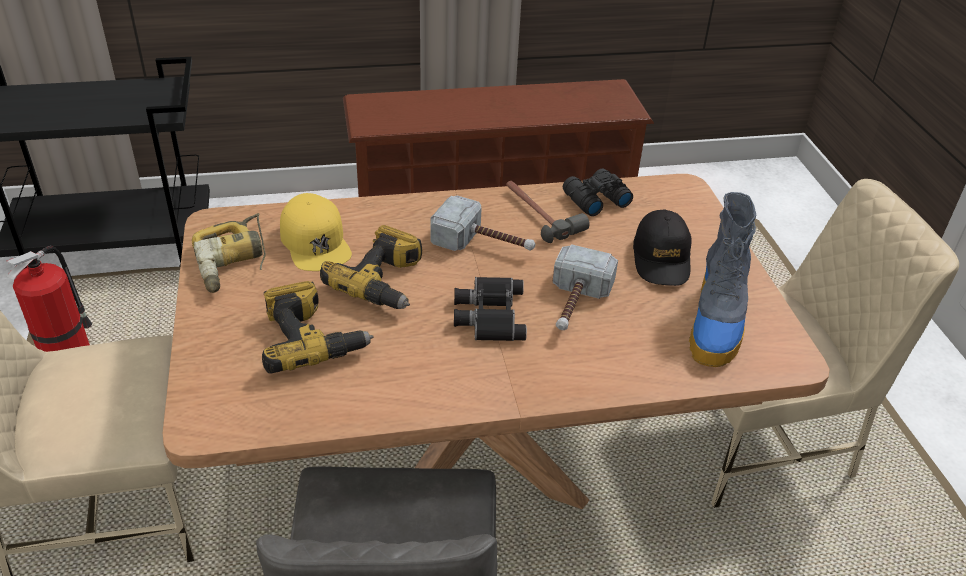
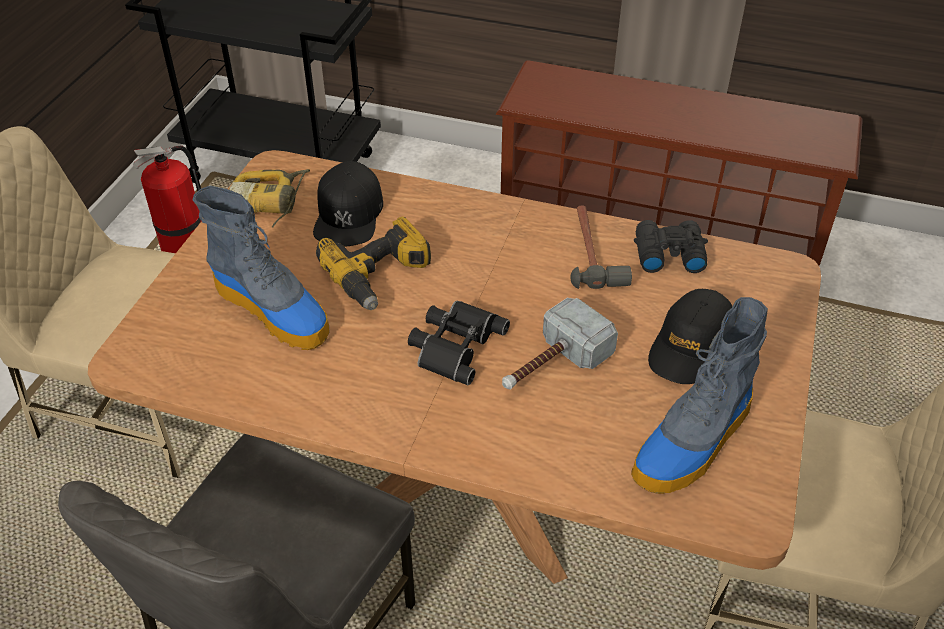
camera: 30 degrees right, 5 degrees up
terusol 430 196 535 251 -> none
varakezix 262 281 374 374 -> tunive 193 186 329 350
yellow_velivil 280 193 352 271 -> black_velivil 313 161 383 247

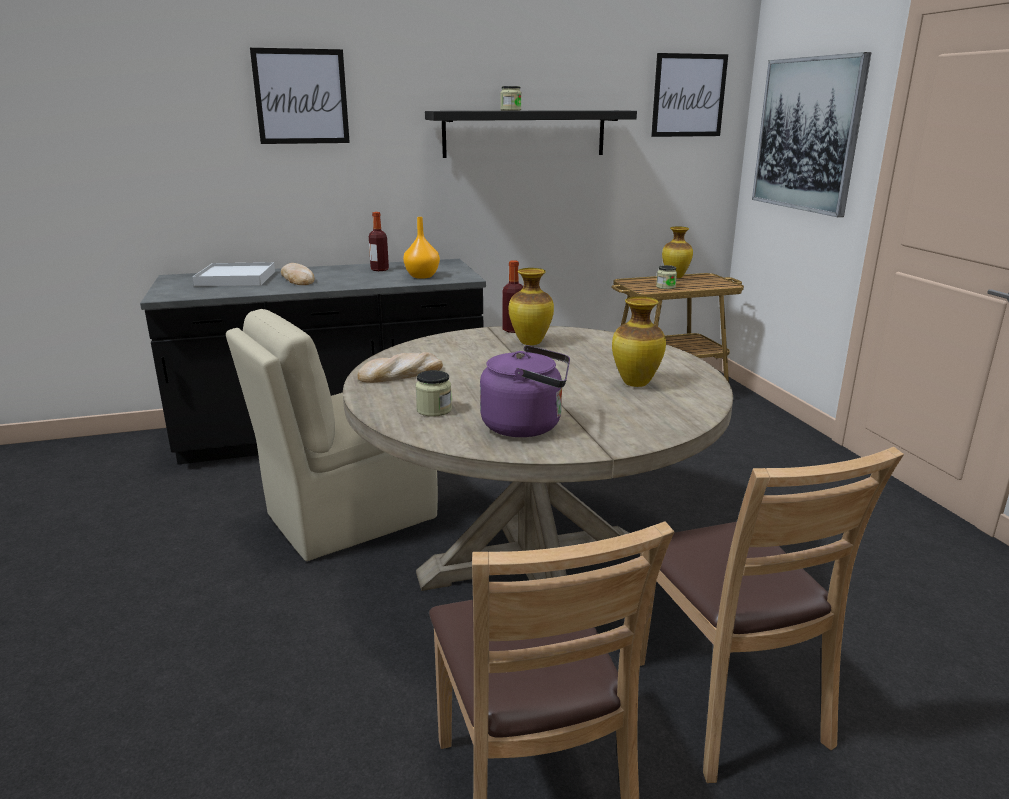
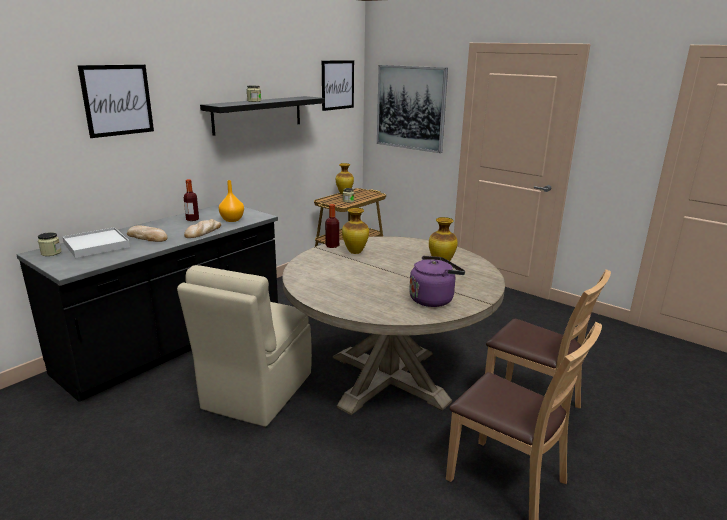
camera: 35 degrees left, 0 degrees up
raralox 358 352 443 383 -> raralox 184 219 221 238, shifted
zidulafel 415 370 452 417 -> zidulafel 38 232 61 256, shifted

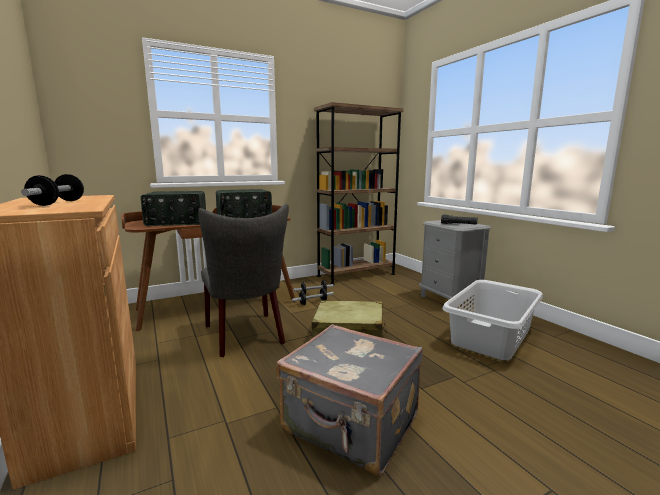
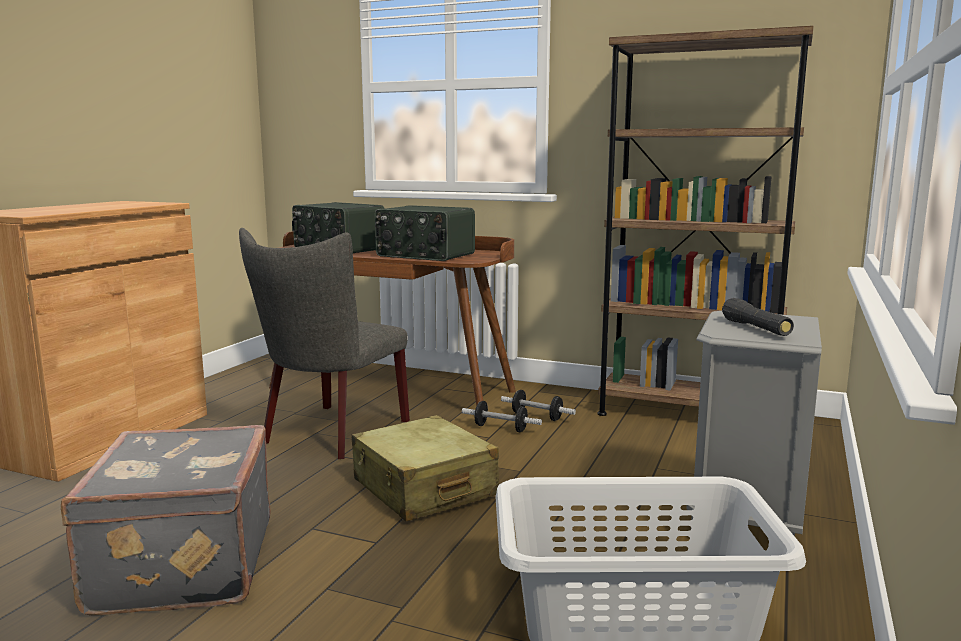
camera: 50 degrees right, 0 degrees up
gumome 21 174 84 206 -> none

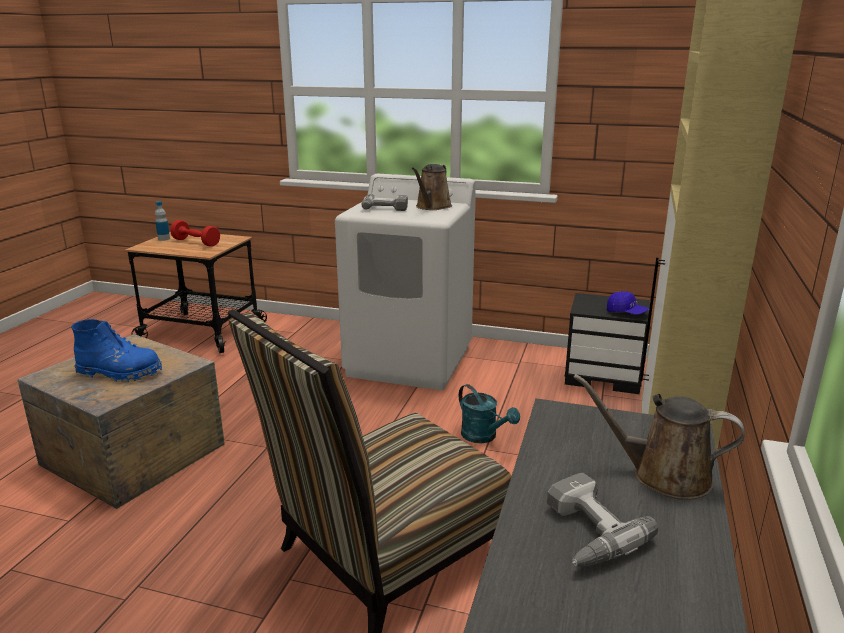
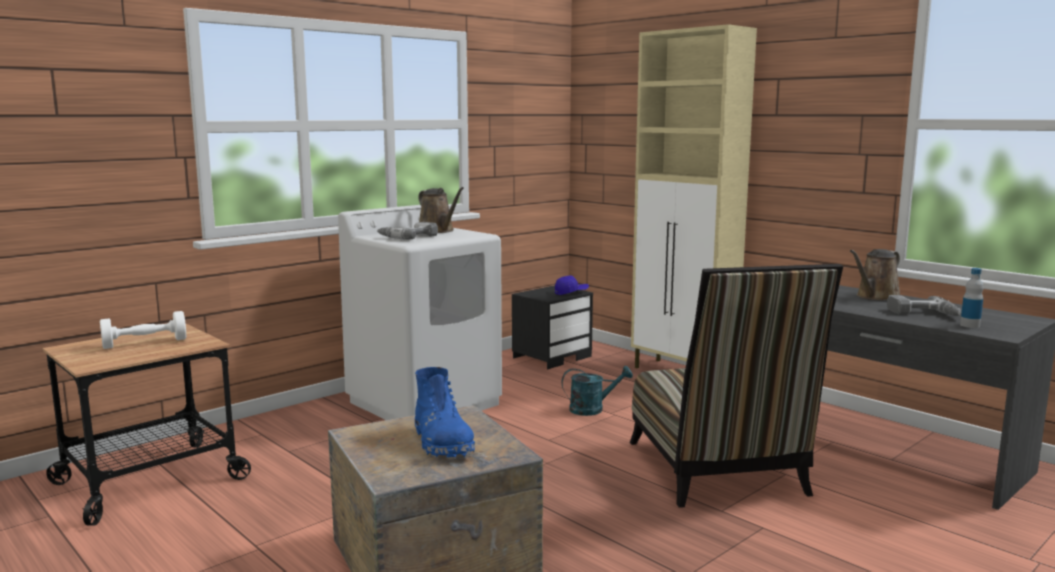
camera: 60 degrees left, 10 degrees down
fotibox 155 201 170 241 -> fotibox 960 268 984 328, shifted
red_gumome 170 220 220 247 -> white_gumome 100 311 186 349
blue_tunive 71 319 162 383 -> blue_tunive 415 367 475 459, 120 degrees clockwise

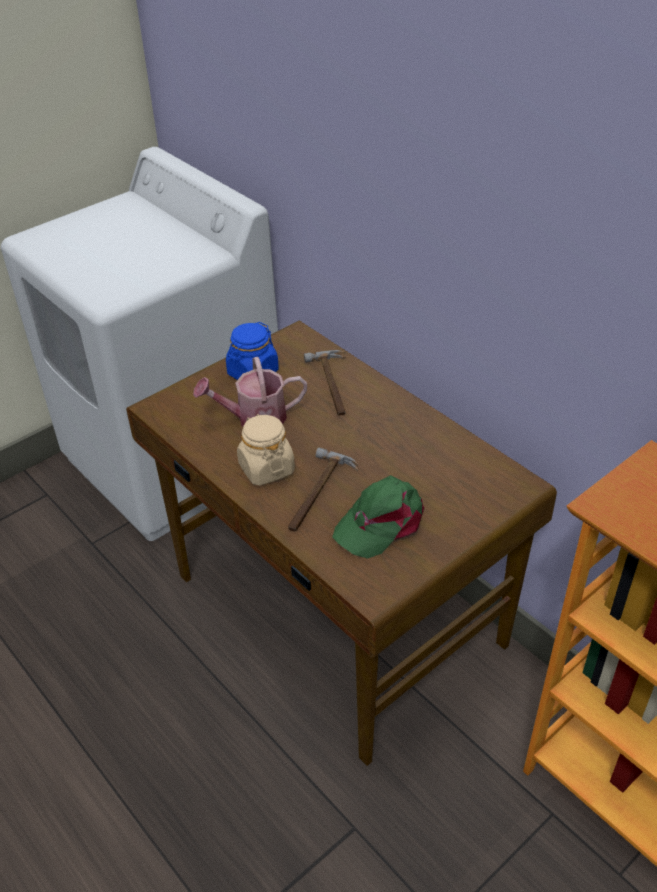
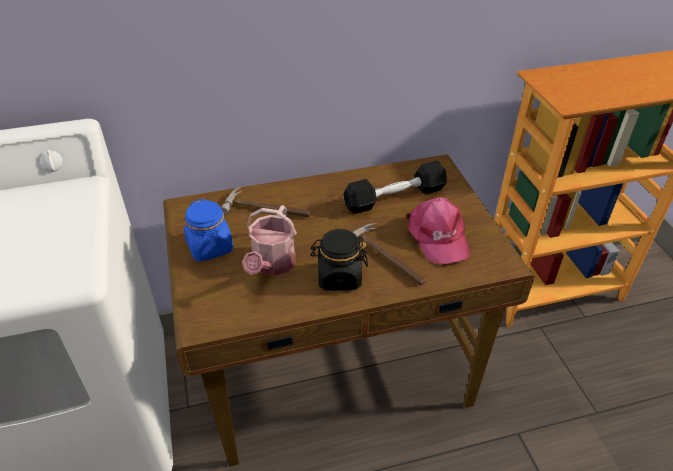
camera: 65 degrees left, 0 degrees up
none -> black_gumome 343 160 447 214
beige_zidulafel 237 414 295 486 -> black_zidulafel 311 229 368 291
green_velivil 332 475 424 559 -> pink_velivil 406 197 470 265

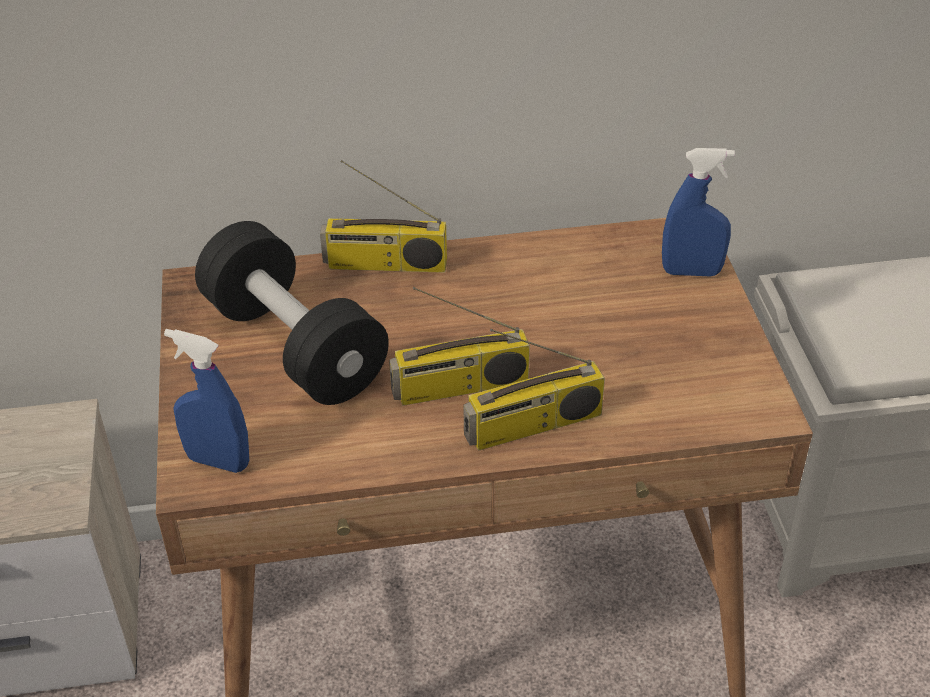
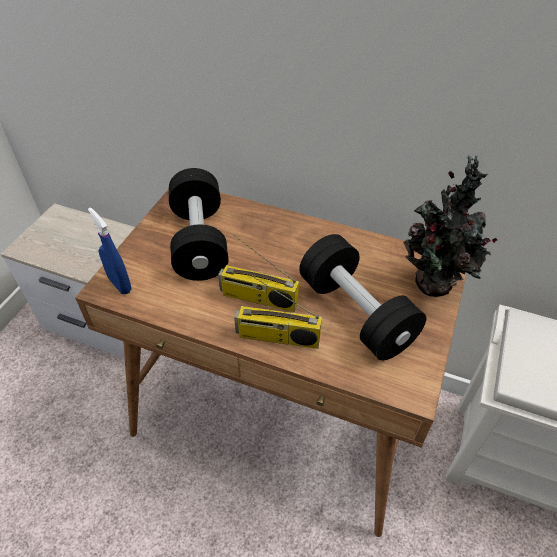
camera: 30 degrees right, 5 degrees up
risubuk 320 160 447 273 -> none
none -> black_gumome 299 234 426 360
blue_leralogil 662 148 735 276 -> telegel 403 155 497 297

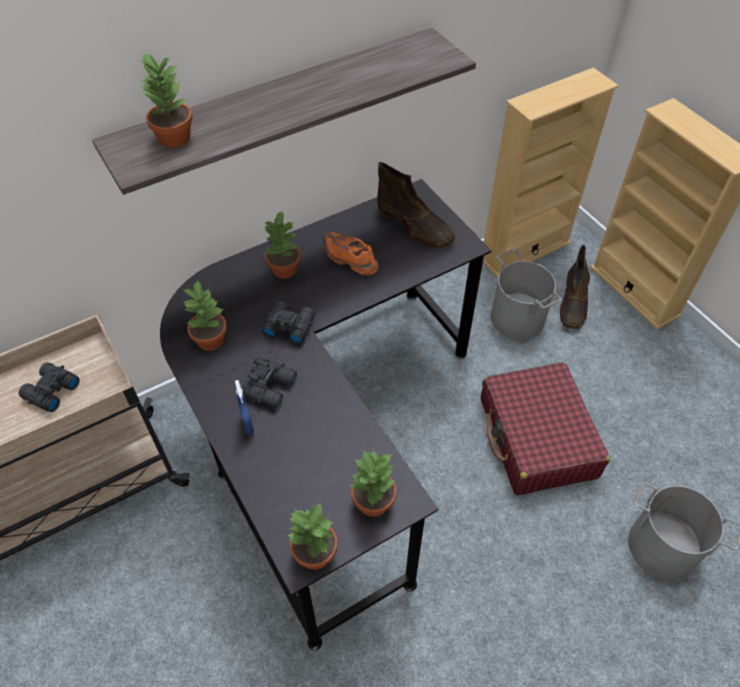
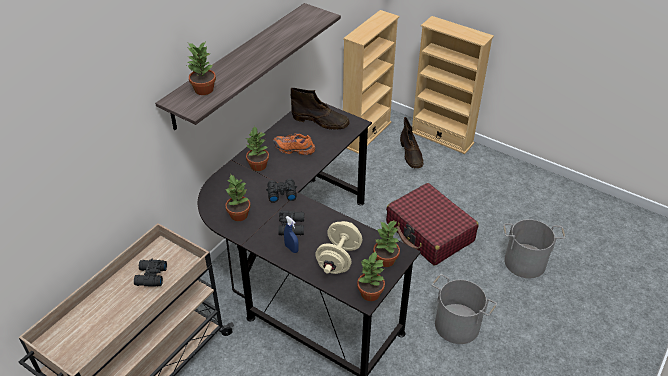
camera: 25 degrees left, 10 degrees down
none -> beige_gumome 315 221 362 274
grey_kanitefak 491 249 562 340 -> grey_kanitefak 432 274 497 344, shifted

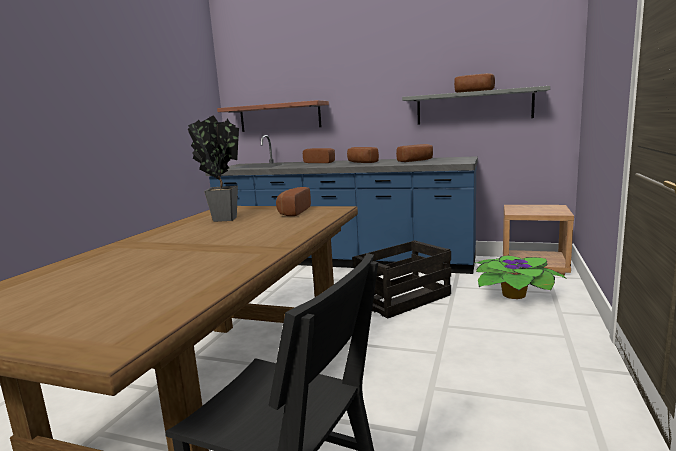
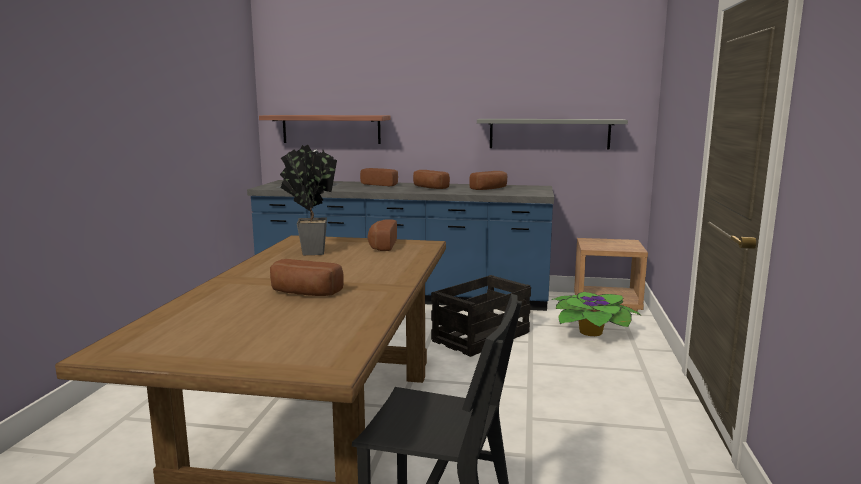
camera: 10 degrees left, 0 degrees up
raralox 454 73 495 93 -> raralox 270 259 344 296, shifted

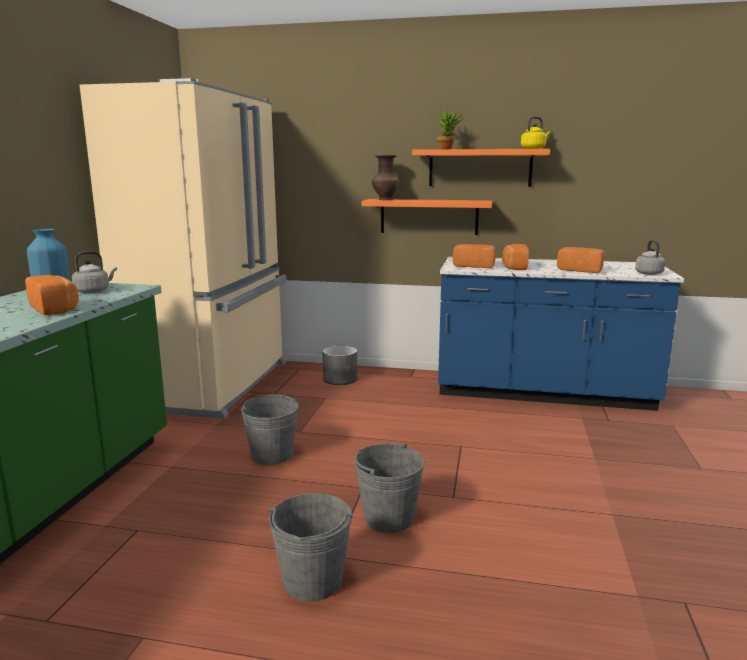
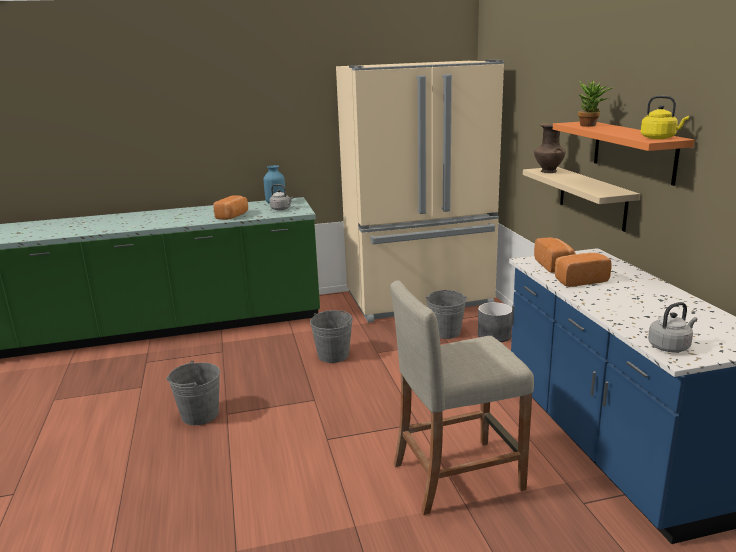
camera: 65 degrees right, 5 degrees up
raralox 557 247 605 273 -> none
none -> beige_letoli 390 281 534 515
grey_kanitefak 355 443 425 532 -> grey_kanitefak 426 290 467 339, shifted
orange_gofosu 362 199 492 235 -> beige_gofosu 523 167 640 232

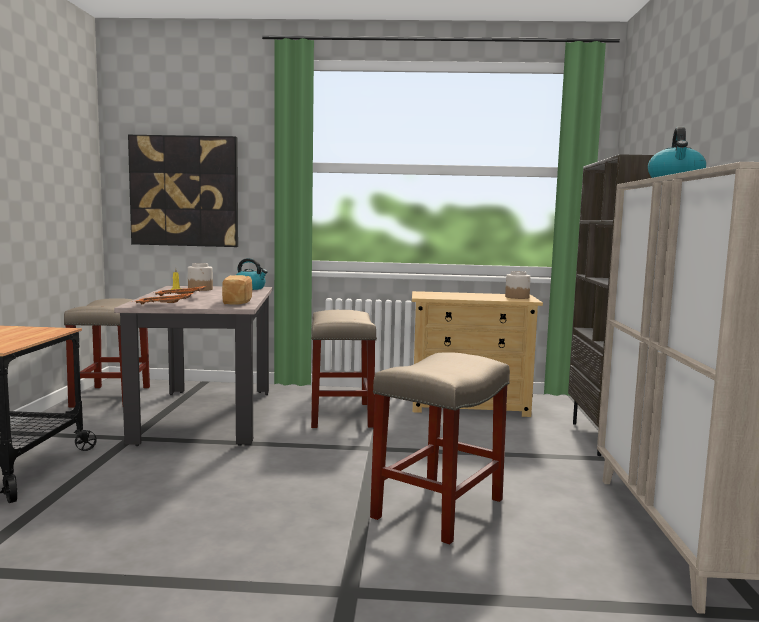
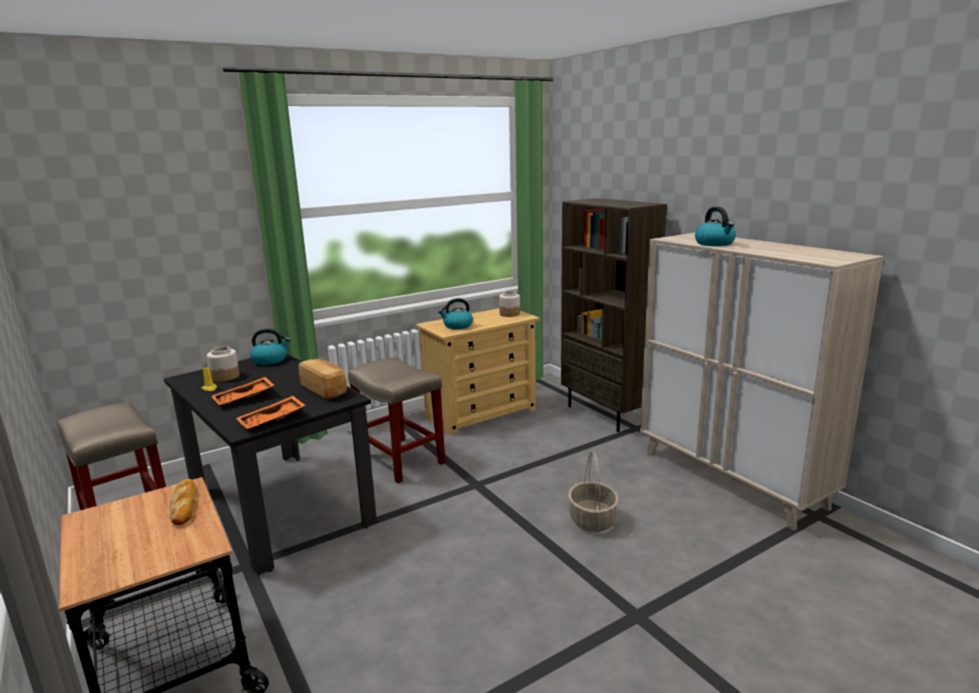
camera: 35 degrees left, 10 degrees up
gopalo 128 135 238 247 -> none
none -> raralox 169 479 196 525
none -> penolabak 438 298 473 329
beige_letoli 370 352 510 544 -> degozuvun 568 451 619 532
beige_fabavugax 114 286 272 446 -> black_fabavugax 164 353 377 576

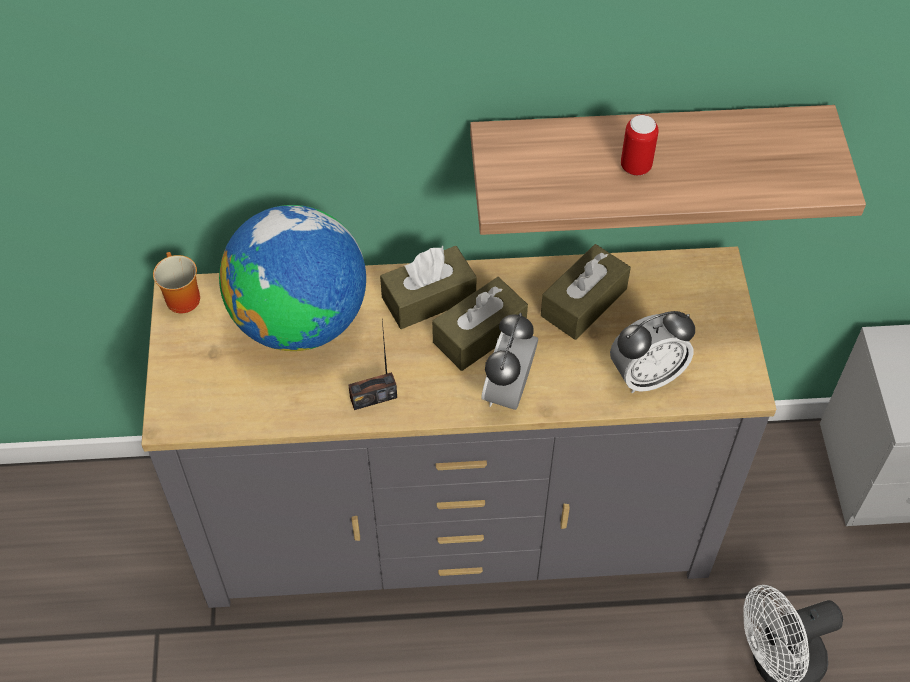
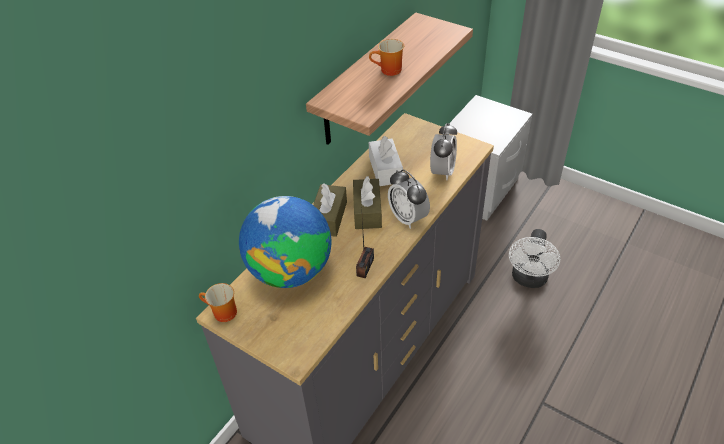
camera: 50 degrees left, 10 degrees down
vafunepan 621 115 659 176 -> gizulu 369 39 404 76
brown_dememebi 541 244 631 340 -> white_dememebi 369 136 403 186

